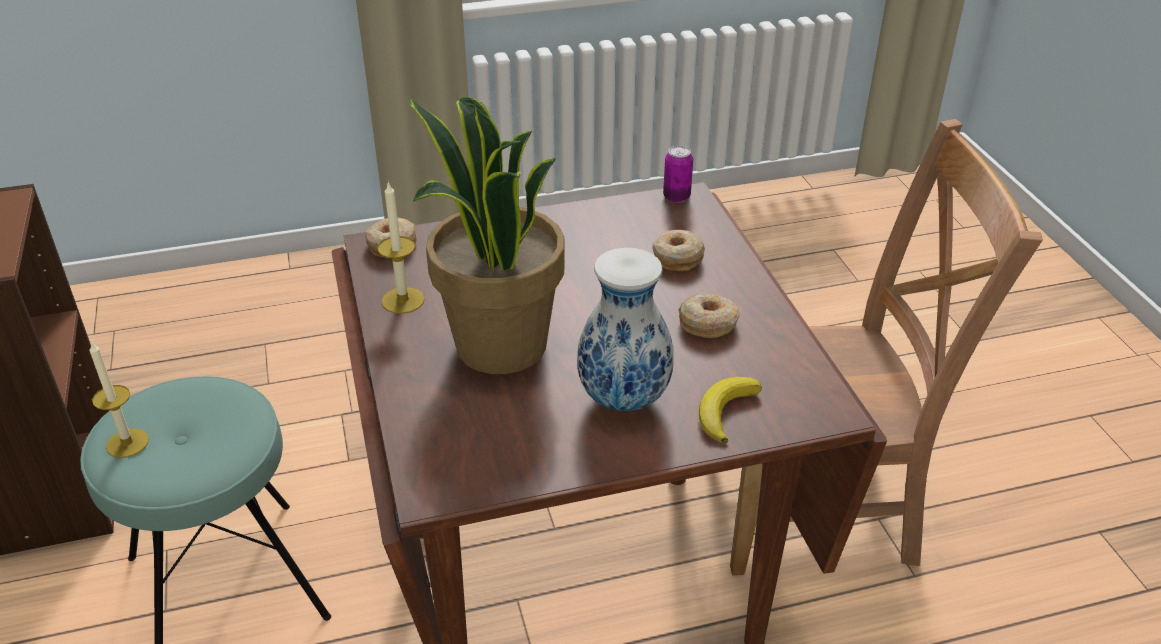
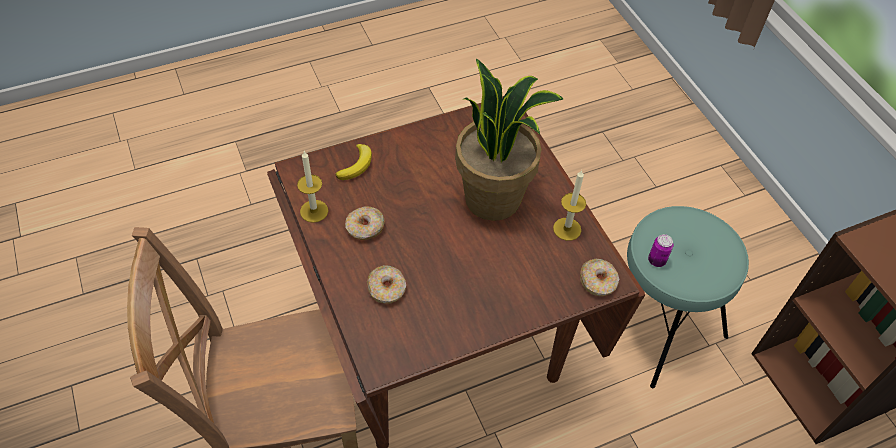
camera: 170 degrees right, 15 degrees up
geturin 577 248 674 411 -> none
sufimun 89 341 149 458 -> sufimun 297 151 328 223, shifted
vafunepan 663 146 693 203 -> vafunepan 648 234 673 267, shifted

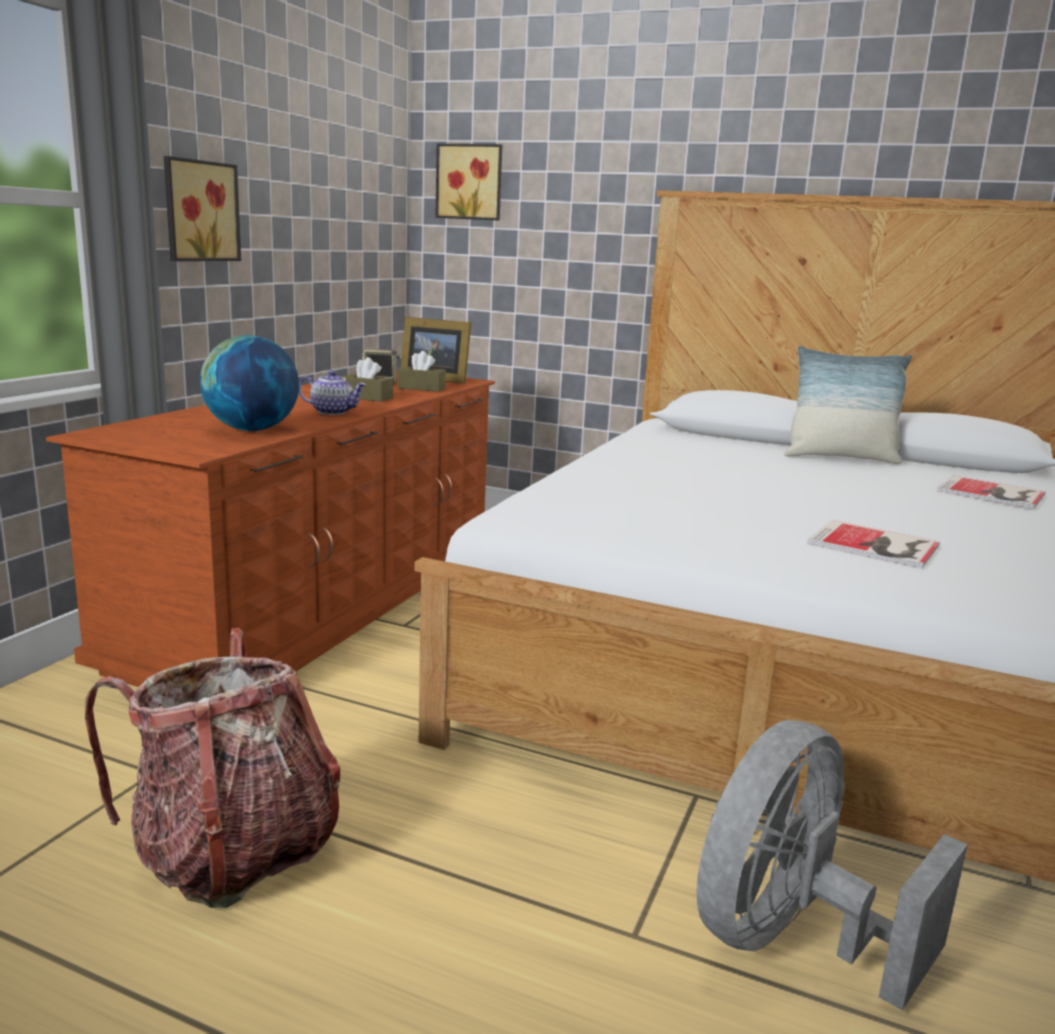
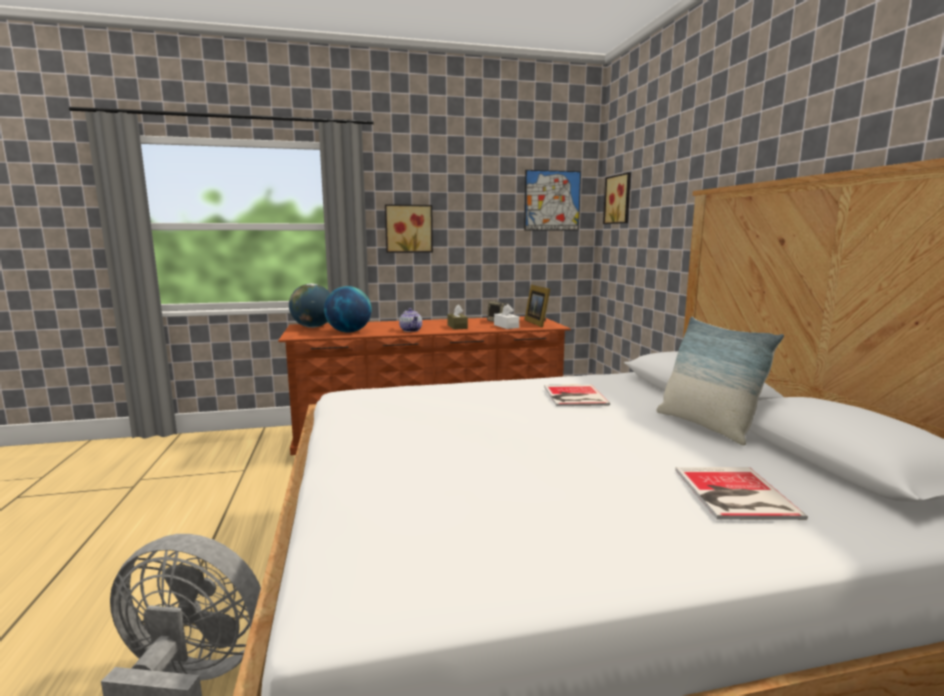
camera: 55 degrees right, 5 degrees down
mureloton 85 628 340 908 -> none
none -> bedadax 289 284 330 328
none -> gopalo 524 170 581 231
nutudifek 807 520 940 568 -> nutudifek 544 384 610 406, shifted
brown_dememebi 398 351 446 392 -> white_dememebi 494 304 519 329

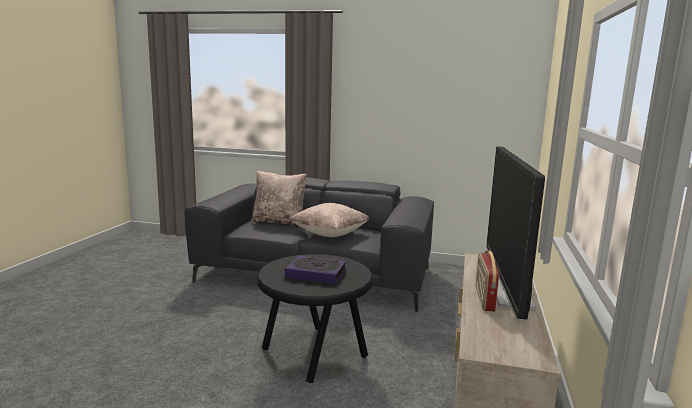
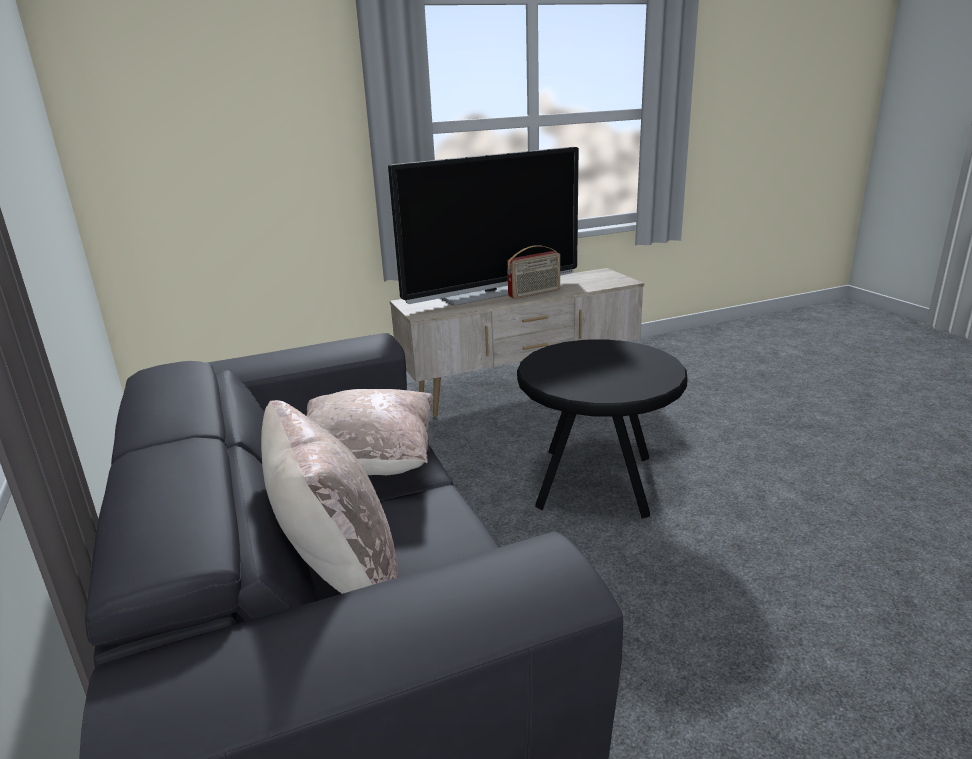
camera: 125 degrees left, 10 degrees up
nutudifek 285 256 346 284 -> none

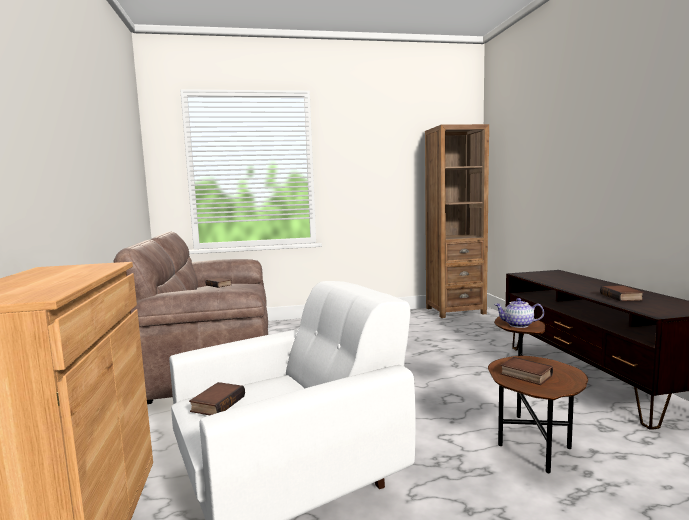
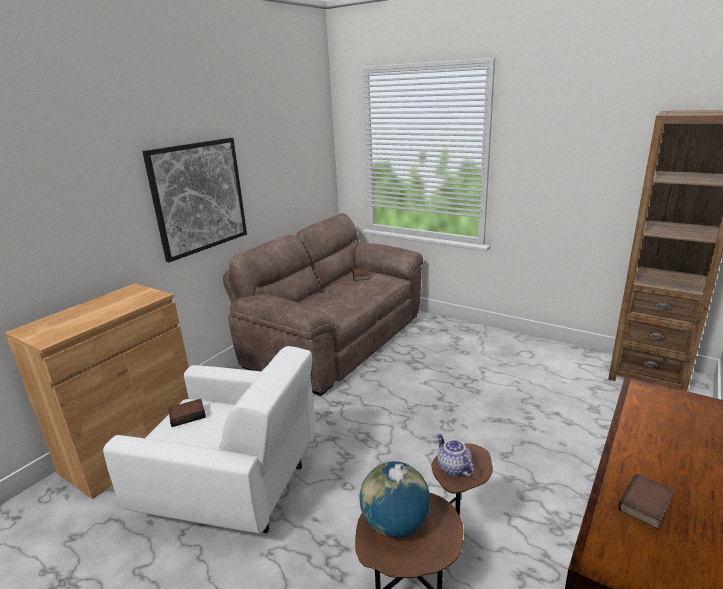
camera: 45 degrees right, 15 degrees up
none -> gopalo 142 138 247 262
nutudifek 501 357 553 385 -> bedadax 360 461 430 538

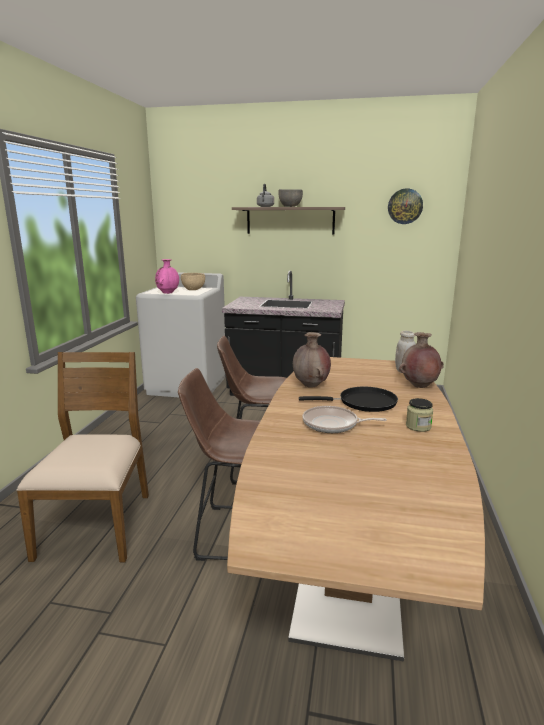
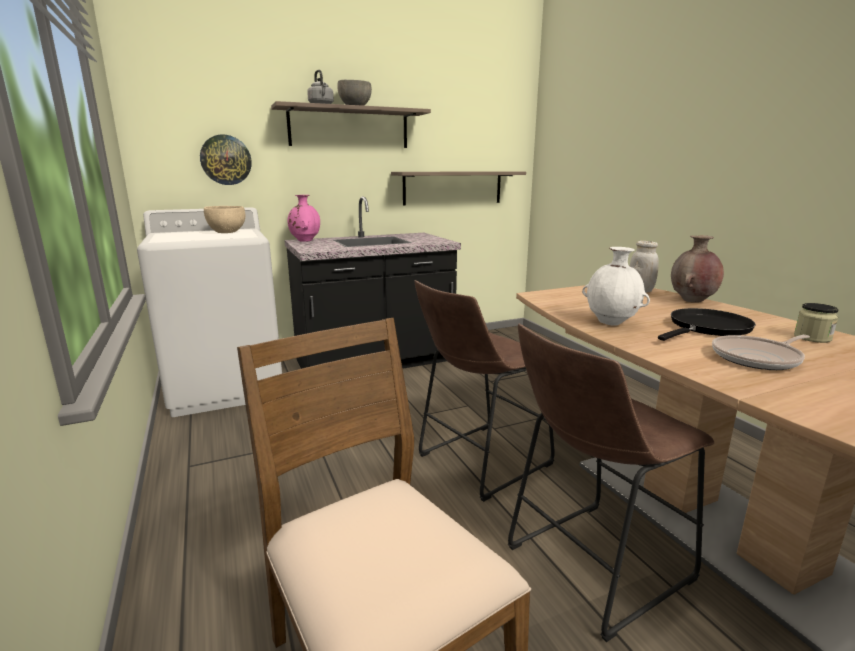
camera: 35 degrees left, 0 degrees up
none -> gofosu 391 171 526 206
pink_geturin 155 259 179 294 -> pink_geturin 287 195 320 242, shifted
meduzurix 388 188 423 224 -> meduzurix 200 135 252 185, shifted
brown_geturin 293 332 331 388 -> white_geturin 582 247 650 326

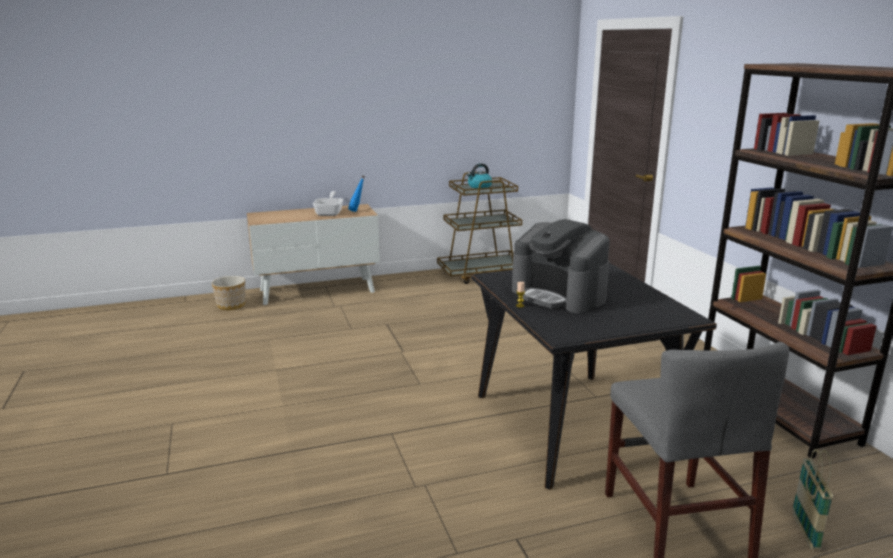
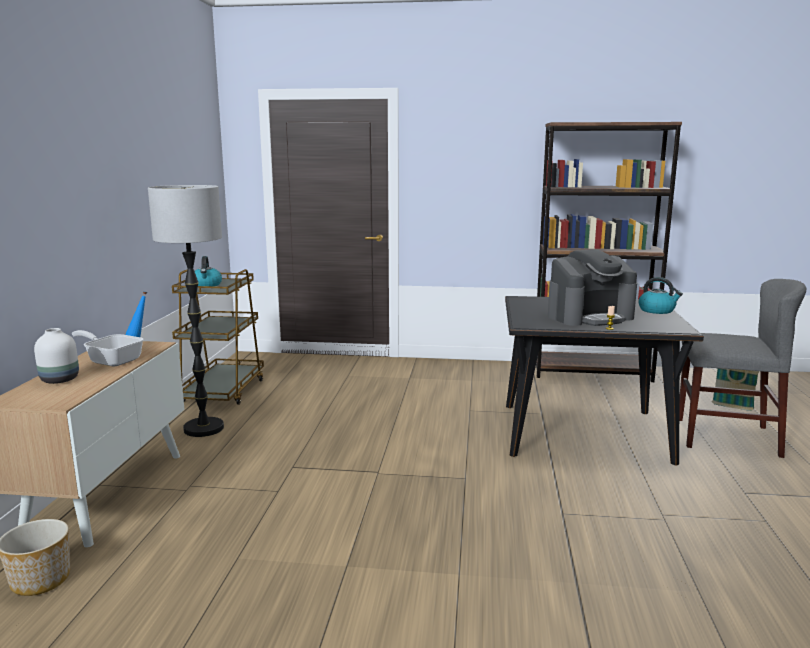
camera: 65 degrees left, 5 degrees down
none -> white_geturin 34 328 79 384
none -> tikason 148 185 224 437
none -> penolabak 638 277 683 314

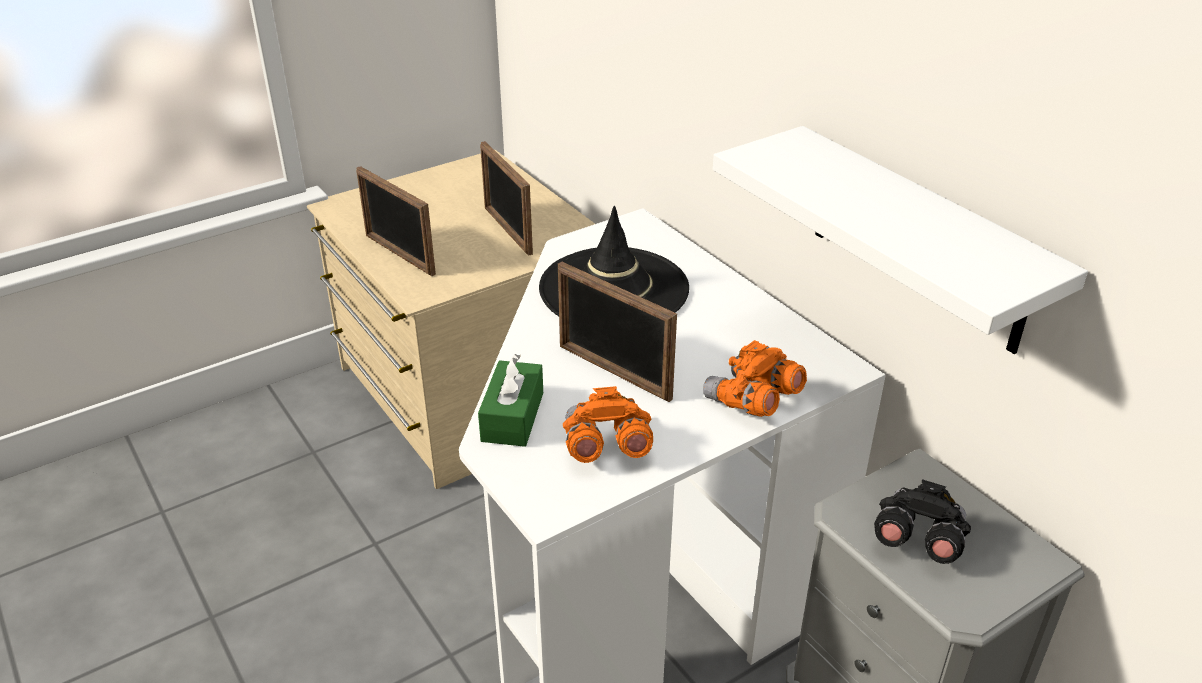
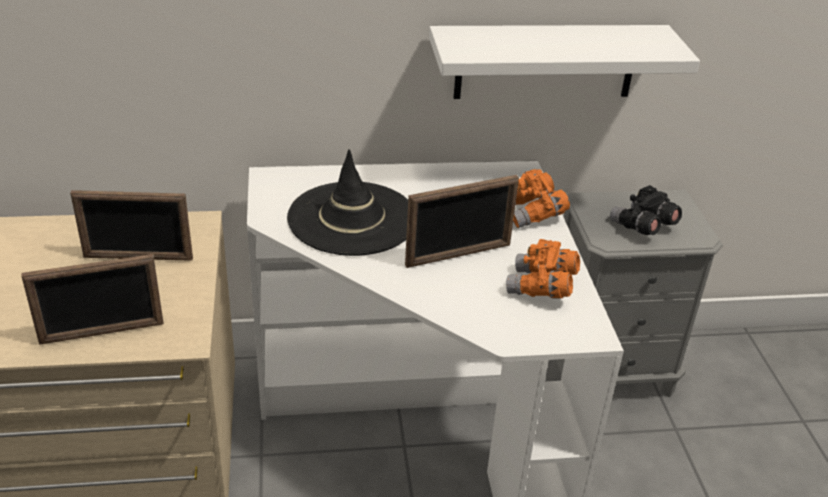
camera: 65 degrees left, 0 degrees up
green_dememebi 478 354 543 447 -> none

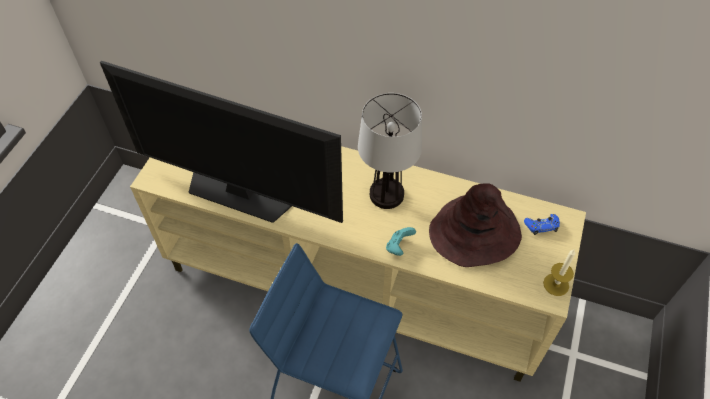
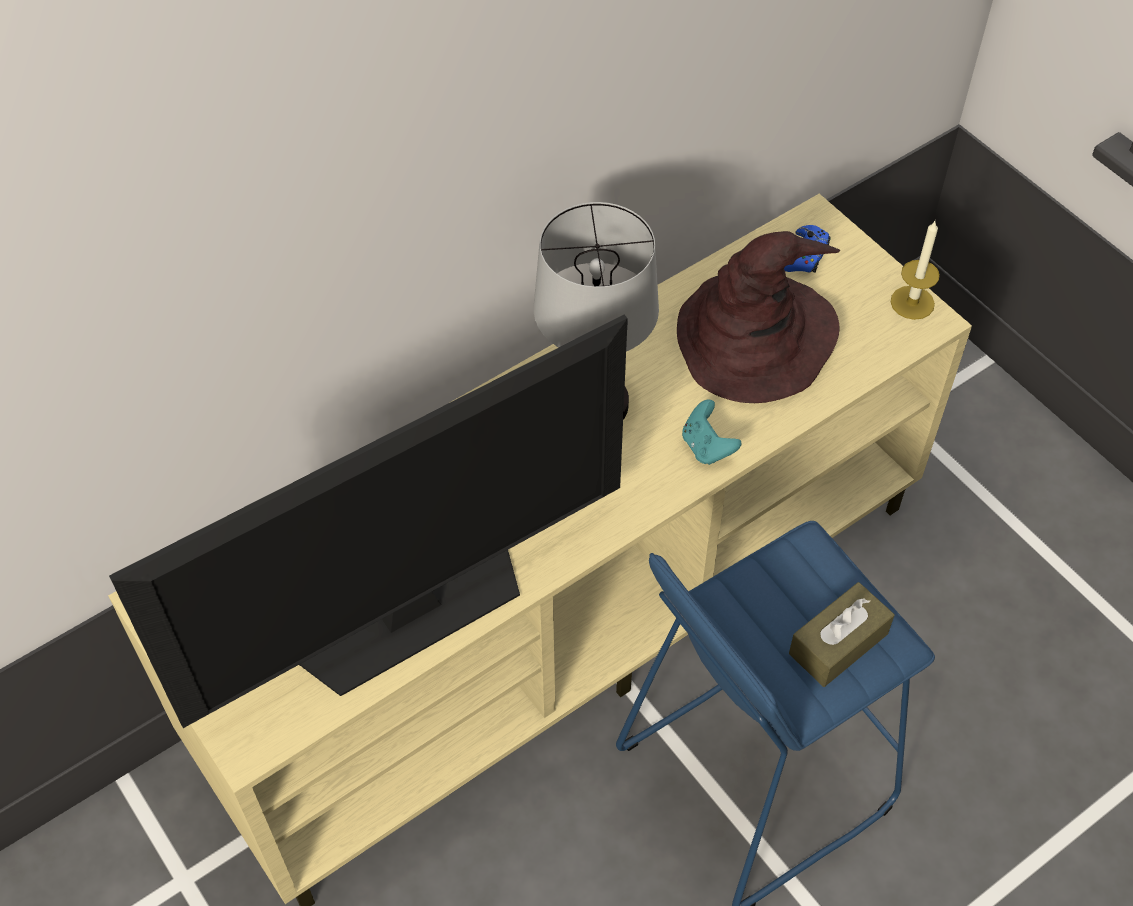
camera: 55 degrees left, 0 degrees up
none -> brown_dememebi 789 582 895 687

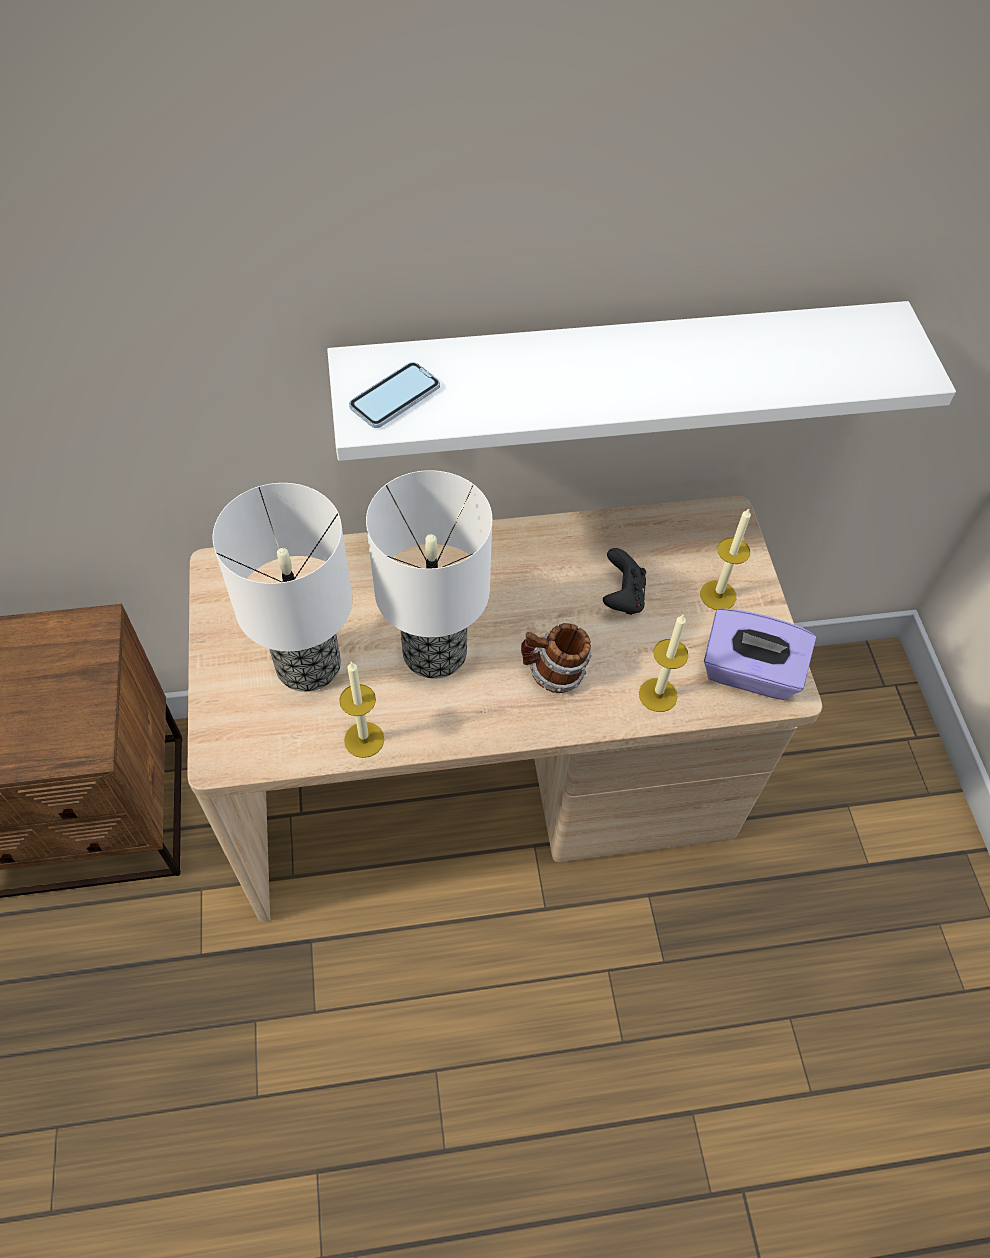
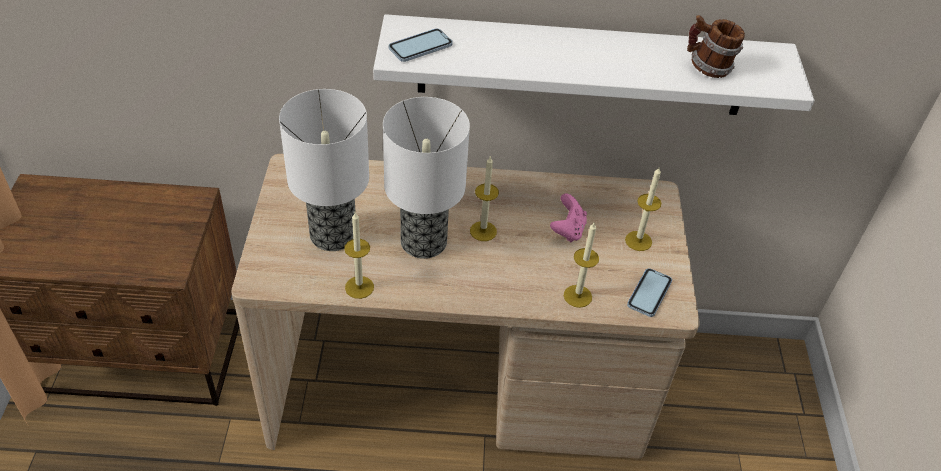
camera: 10 degrees right, 10 degrees down
none -> sufimun 470 155 499 241
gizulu 521 623 592 693 -> gizulu 687 15 745 78, shifted
purple_dememebi 704 608 816 700 -> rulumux 627 268 672 317
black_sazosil 603 548 646 615 -> pink_sazosil 550 194 587 242

